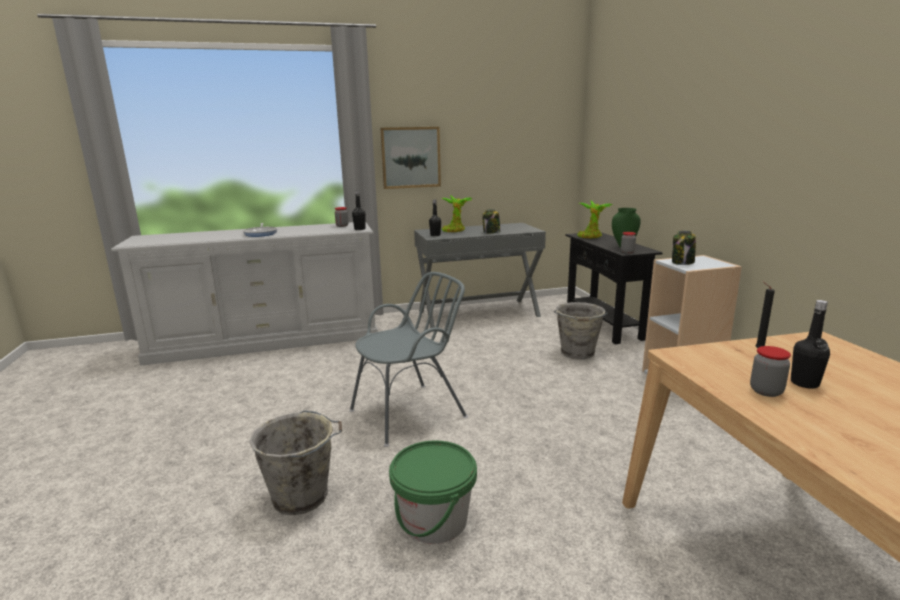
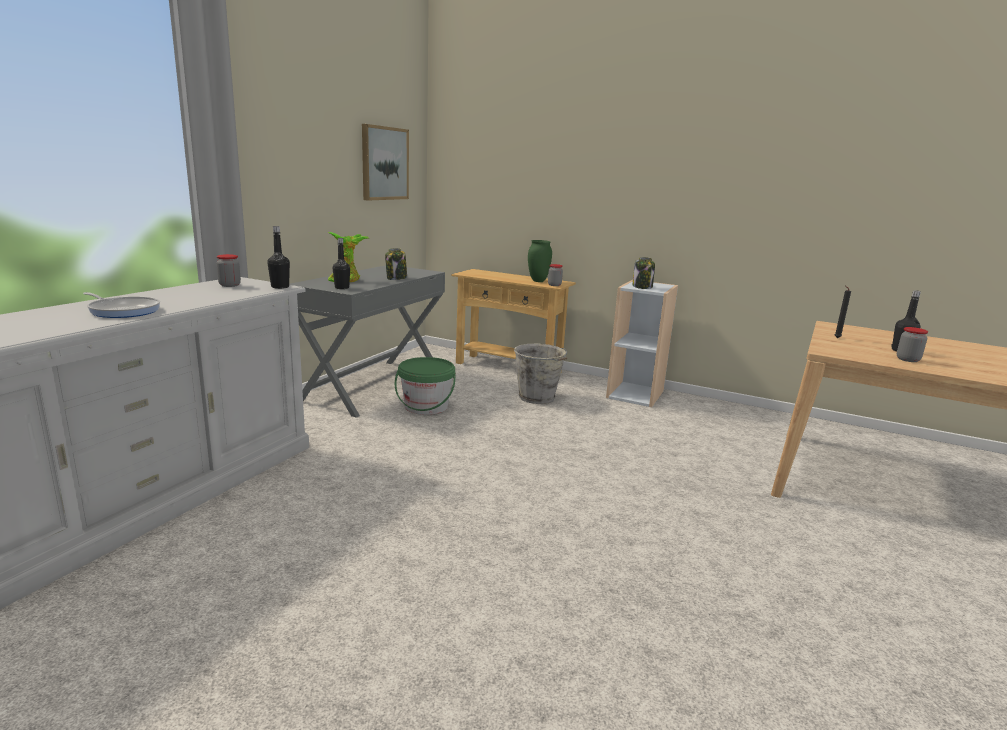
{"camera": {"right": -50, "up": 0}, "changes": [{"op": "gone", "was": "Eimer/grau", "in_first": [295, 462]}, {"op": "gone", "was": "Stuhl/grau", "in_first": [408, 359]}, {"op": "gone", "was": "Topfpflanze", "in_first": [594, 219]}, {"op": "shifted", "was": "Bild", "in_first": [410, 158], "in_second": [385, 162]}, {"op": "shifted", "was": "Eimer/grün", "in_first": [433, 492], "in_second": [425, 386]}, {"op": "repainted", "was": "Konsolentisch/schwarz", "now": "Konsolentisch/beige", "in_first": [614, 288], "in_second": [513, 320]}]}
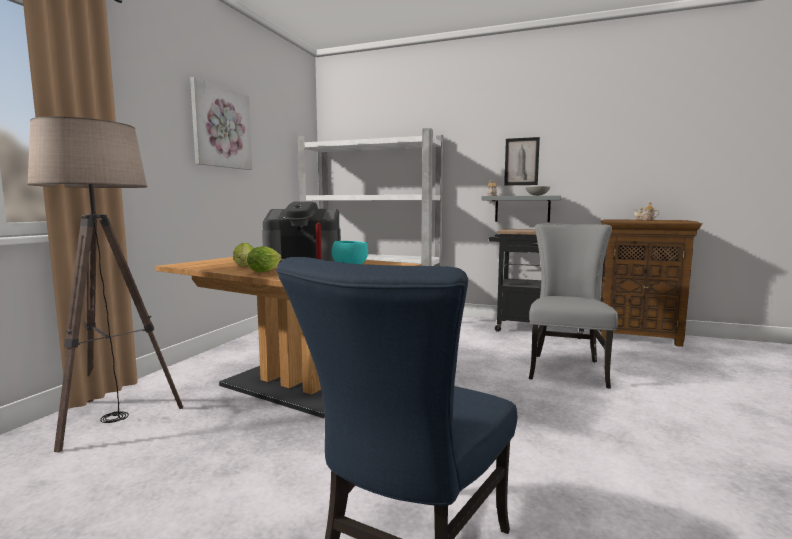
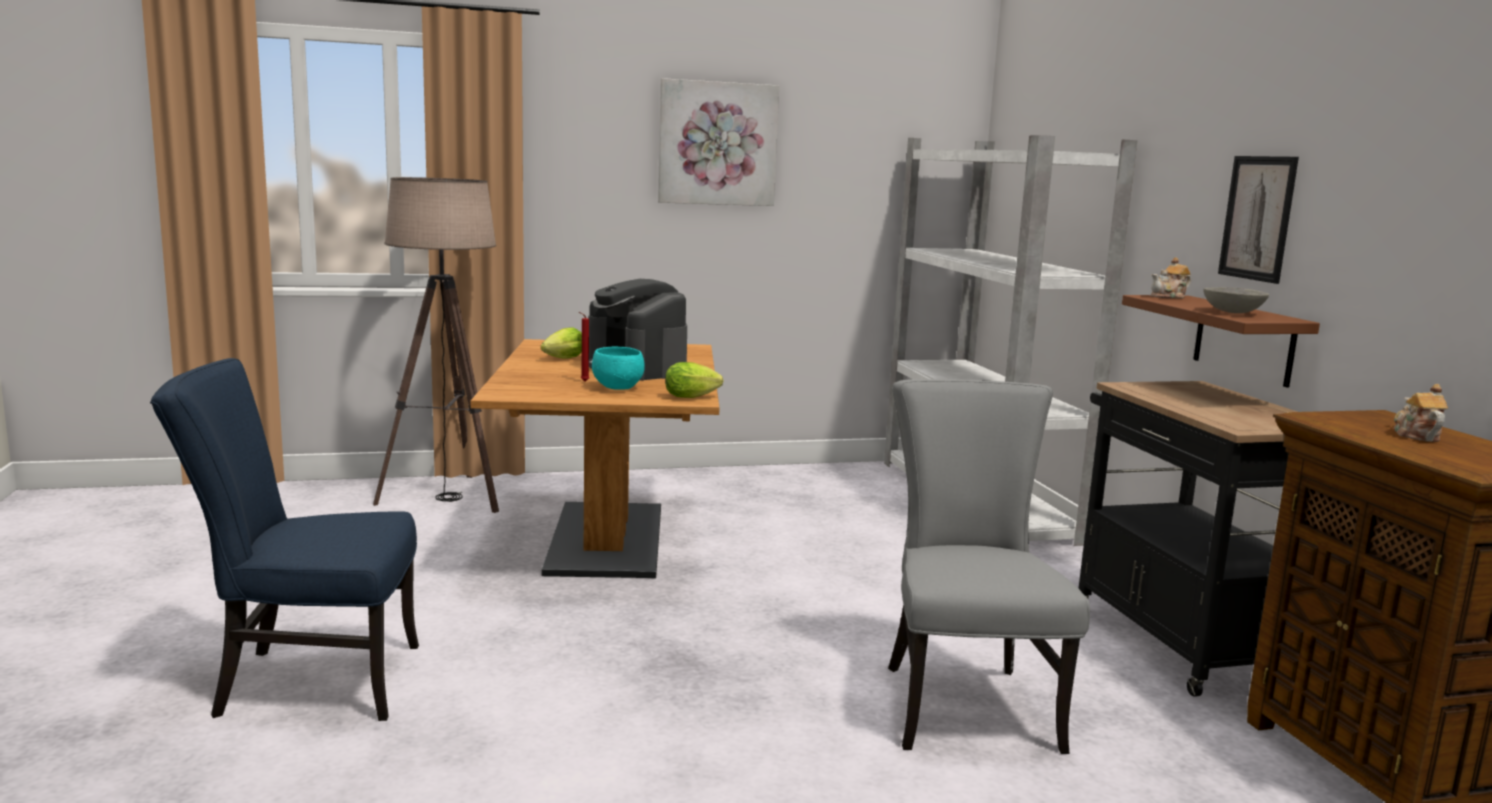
{"camera": {"right": 55, "up": 5}, "changes": [{"op": "shifted", "was": "Salatkopf", "in_first": [264, 259], "in_second": [694, 380]}, {"op": "repainted", "was": "Wandregal/grau", "now": "Wandregal/braun", "in_first": [521, 209], "in_second": [1221, 341]}, {"op": "rotated", "was": "Stuhl/grau", "in_first": [573, 306], "in_second": [989, 566], "clockwise": -75}]}
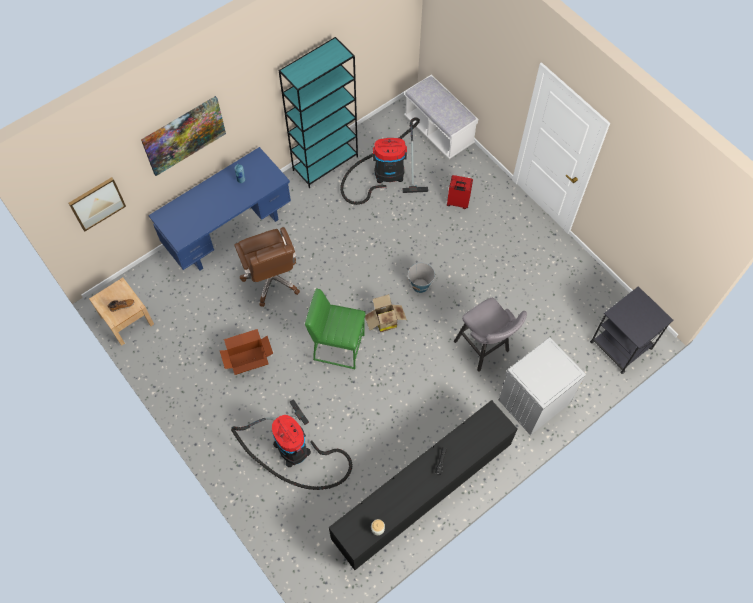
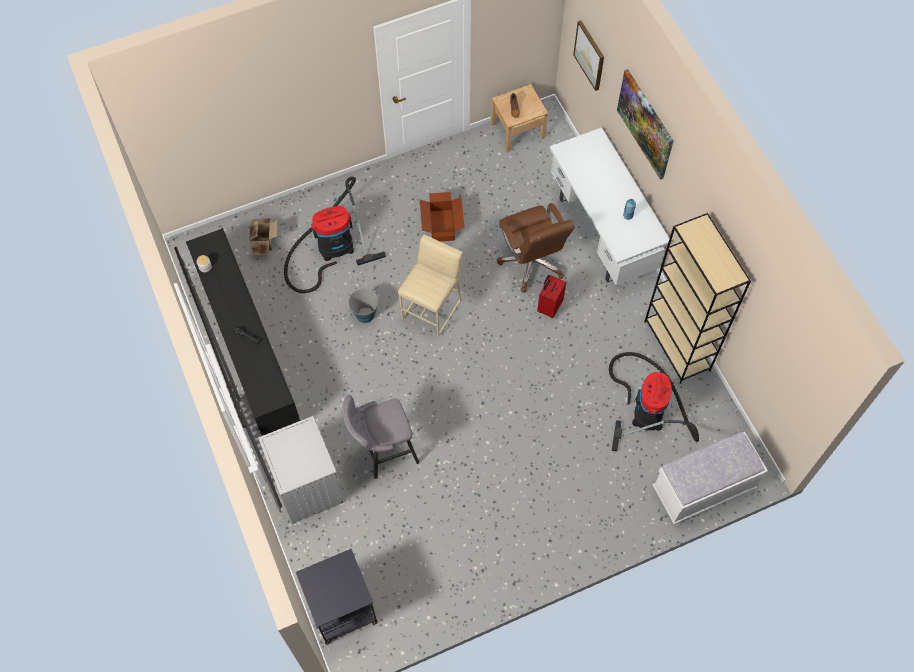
{"camera": {"right": 105, "up": 0}, "changes": [{"op": "shifted", "was": "Karton", "in_first": [386, 313], "in_second": [264, 236]}, {"op": "shifted", "was": "Eimer", "in_first": [421, 278], "in_second": [363, 306]}, {"op": "shifted", "was": "Koffer/rot", "in_first": [460, 192], "in_second": [551, 296]}, {"op": "repainted", "was": "Schreibtisch/blau", "now": "Schreibtisch/weiß", "in_first": [219, 209], "in_second": [610, 206]}, {"op": "repainted", "was": "Bücherregal/türkis", "now": "Bücherregal/beige", "in_first": [318, 112], "in_second": [697, 298]}, {"op": "repainted", "was": "Hocker/grün", "now": "Hocker/beige", "in_first": [335, 328], "in_second": [430, 286]}, {"op": "rotated", "was": "Bürostuhl/braun", "in_first": [267, 267], "in_second": [536, 247], "clockwise": -105}]}
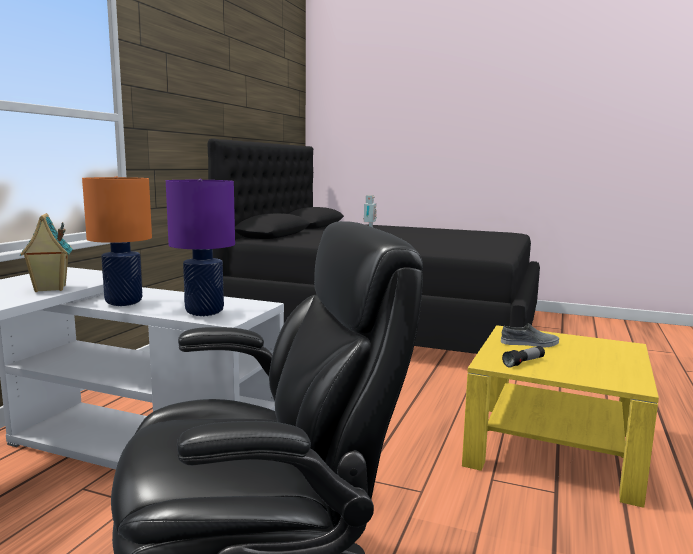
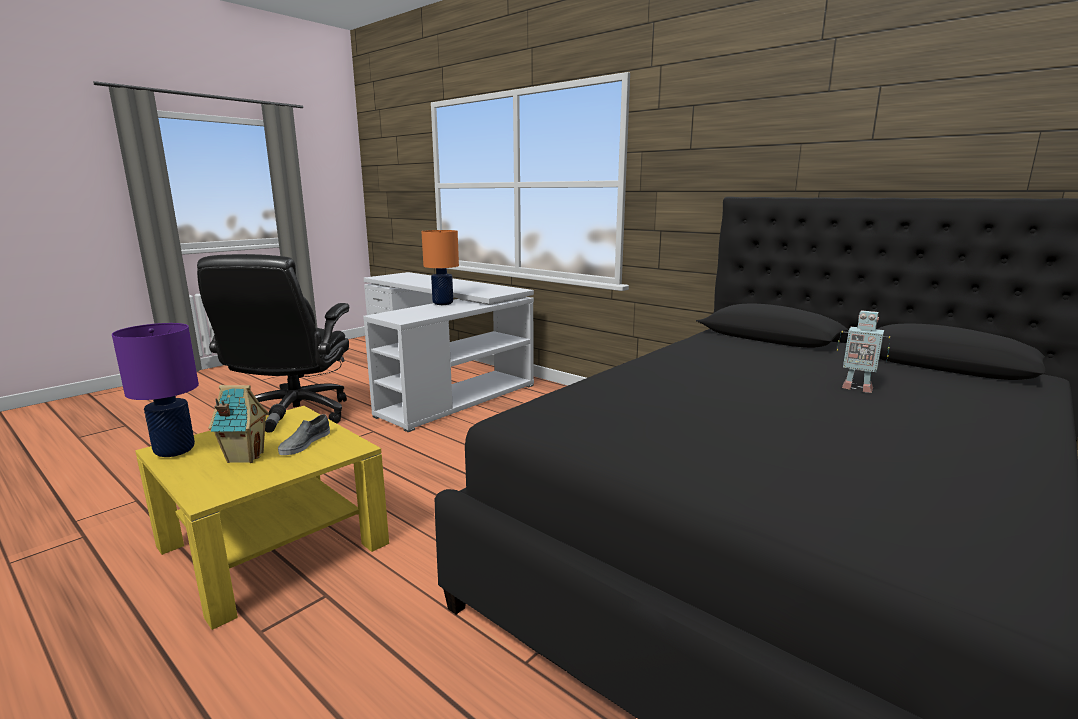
{"camera": {"right": 110, "up": 5}, "changes": [{"op": "shifted", "was": "Spielzeughaus", "in_first": [46, 252], "in_second": [239, 424]}, {"op": "shifted", "was": "Tischlampe/lila", "in_first": [200, 247], "in_second": [155, 390]}]}
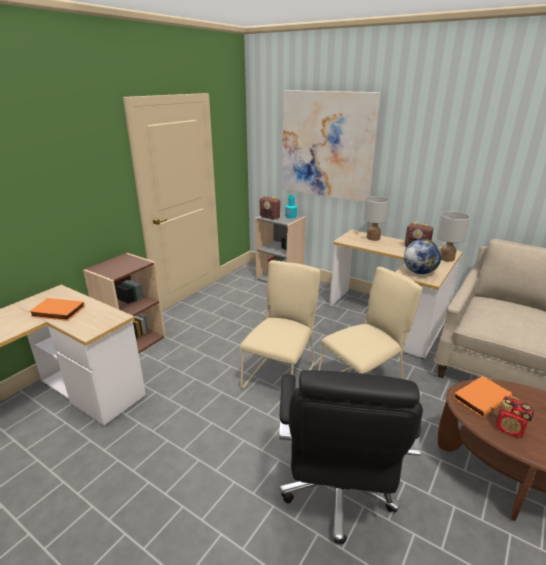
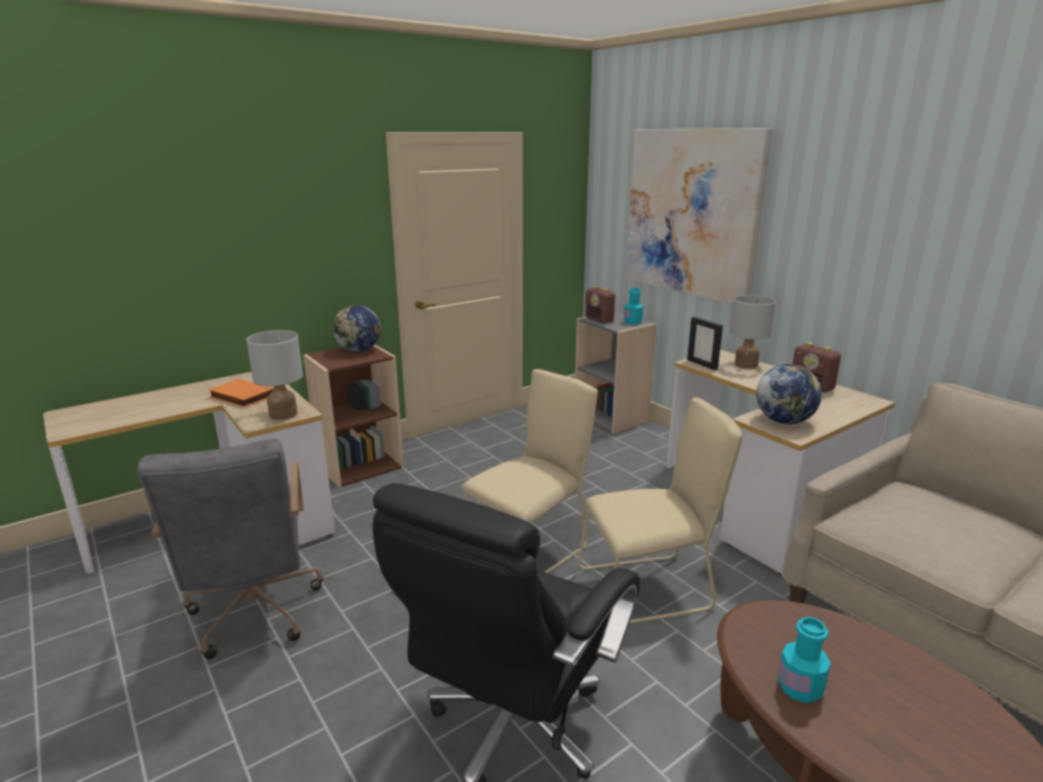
{"camera": {"right": 20, "up": -5}, "changes": [{"op": "gone", "was": "Buch/orange", "in_first": [482, 397]}, {"op": "new", "now": "Bürostuhl/grau", "in_second": [231, 549]}, {"op": "new", "now": "Globus", "in_second": [356, 328]}, {"op": "new", "now": "Bilderrahmen", "in_second": [705, 343]}, {"op": "shifted", "was": "Tischlampe/grau", "in_first": [453, 236], "in_second": [274, 375]}, {"op": "swapped", "was": "Radio", "now": "Flasche/türkis", "in_first": [514, 417], "in_second": [804, 660]}]}
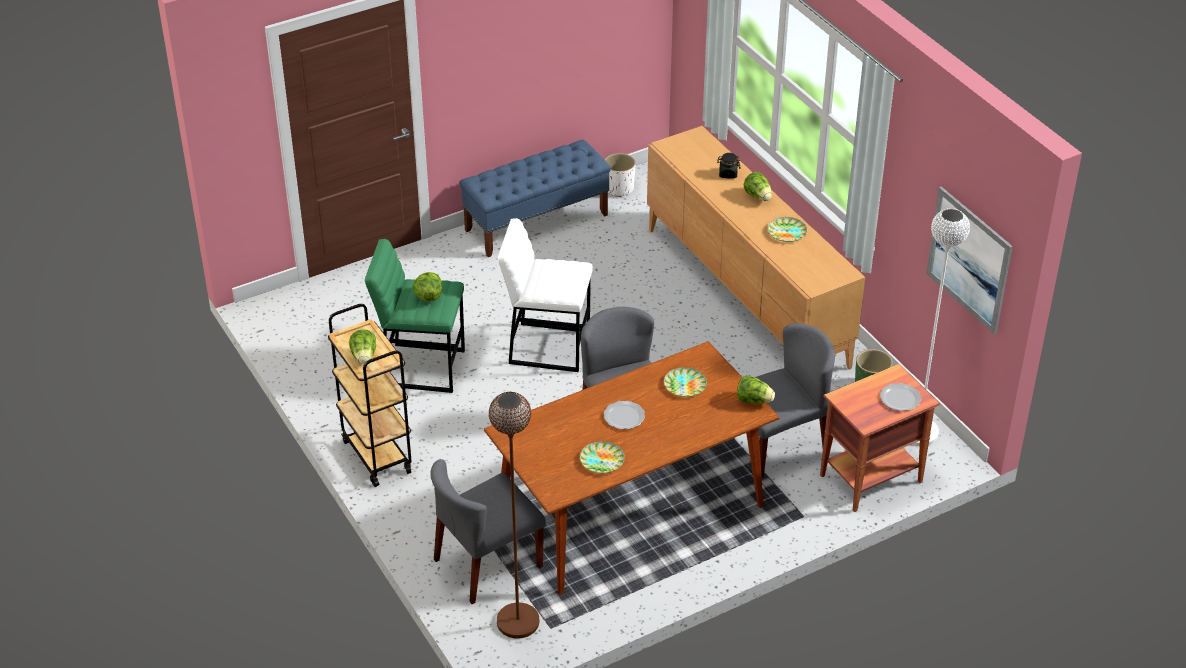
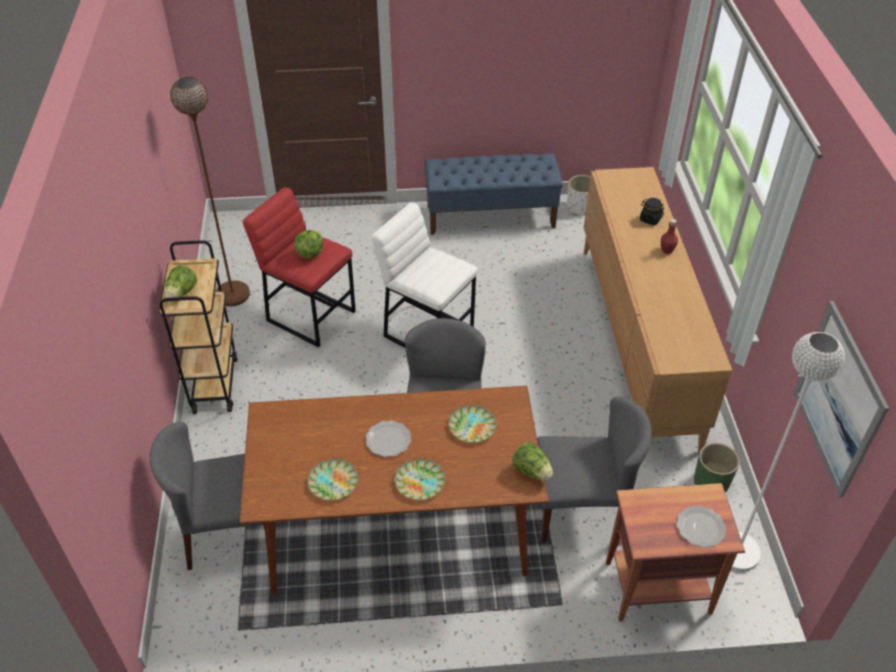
{"camera": {"right": 25, "up": 5}, "changes": [{"op": "shifted", "was": "Stehlampe/braun", "in_first": [514, 515], "in_second": [210, 192]}, {"op": "shifted", "was": "Teller", "in_first": [787, 229], "in_second": [420, 479]}, {"op": "swapped", "was": "Salatkopf", "now": "Flasche/rot", "in_first": [758, 186], "in_second": [669, 236]}, {"op": "repainted", "was": "Hocker/grün", "now": "Hocker/rot", "in_first": [415, 316], "in_second": [299, 267]}]}
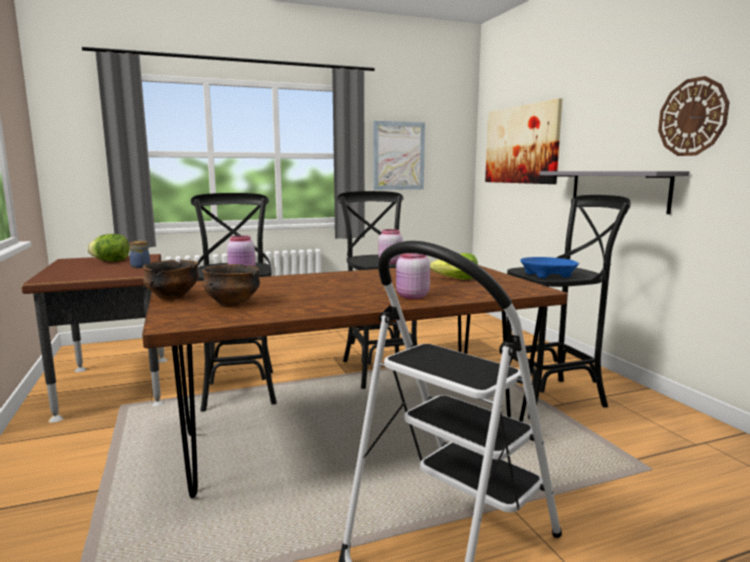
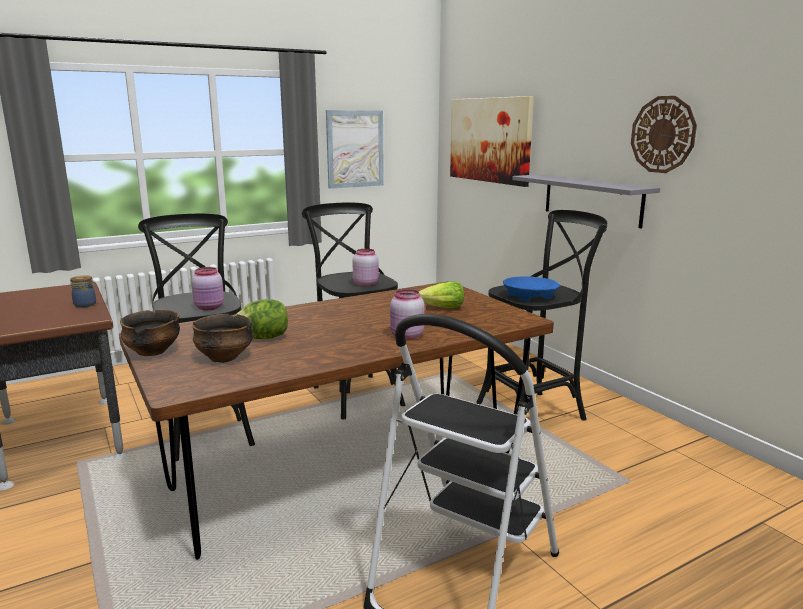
{"camera": {"right": -10, "up": 5}, "changes": [{"op": "shifted", "was": "Salatkopf", "in_first": [108, 248], "in_second": [261, 319]}]}
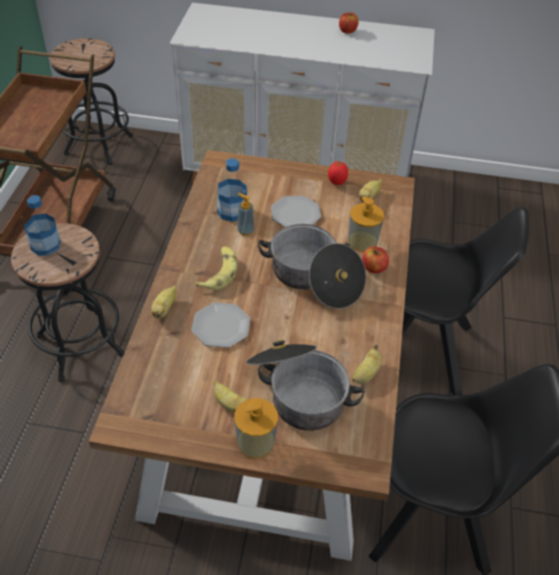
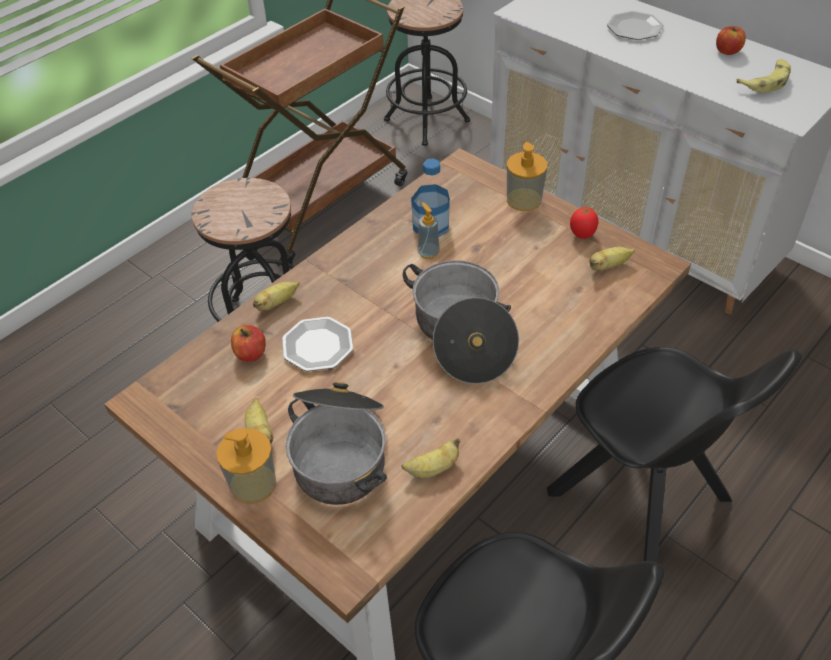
{"camera": {"right": 35, "up": 0}, "changes": [{"op": "gone", "was": "Flasche", "in_first": [42, 225]}, {"op": "shifted", "was": "Banane", "in_first": [216, 268], "in_second": [764, 76]}, {"op": "shifted", "was": "Teller", "in_first": [296, 211], "in_second": [635, 25]}, {"op": "shifted", "was": "Seifenspender", "in_first": [366, 224], "in_second": [527, 176]}, {"op": "shifted", "was": "Apfel", "in_first": [375, 259], "in_second": [248, 343]}]}
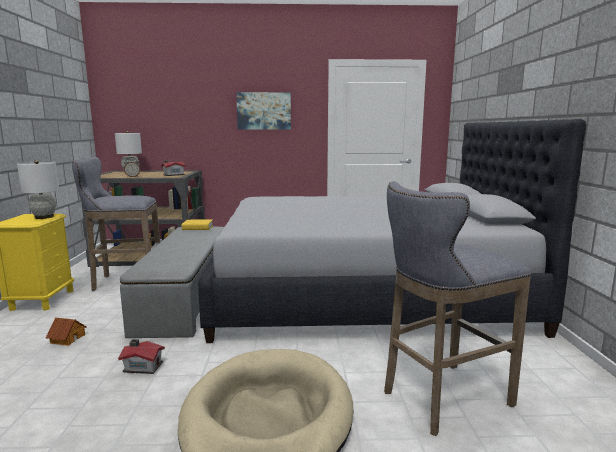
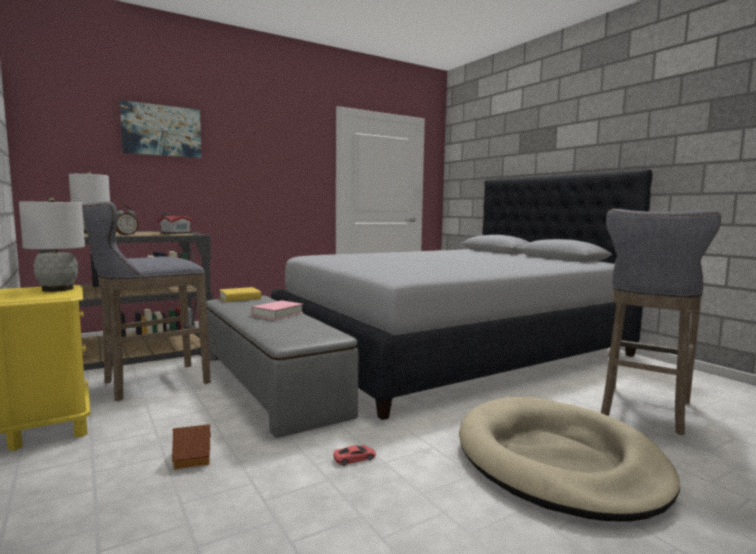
{"camera": {"right": -30, "up": -5}, "changes": [{"op": "new", "now": "Buch/rosa", "in_second": [277, 310]}, {"op": "shifted", "was": "Bild", "in_first": [263, 110], "in_second": [161, 129]}, {"op": "swapped", "was": "Spielzeughaus", "now": "Spielzeugauto/rot", "in_first": [141, 356], "in_second": [354, 455]}]}
